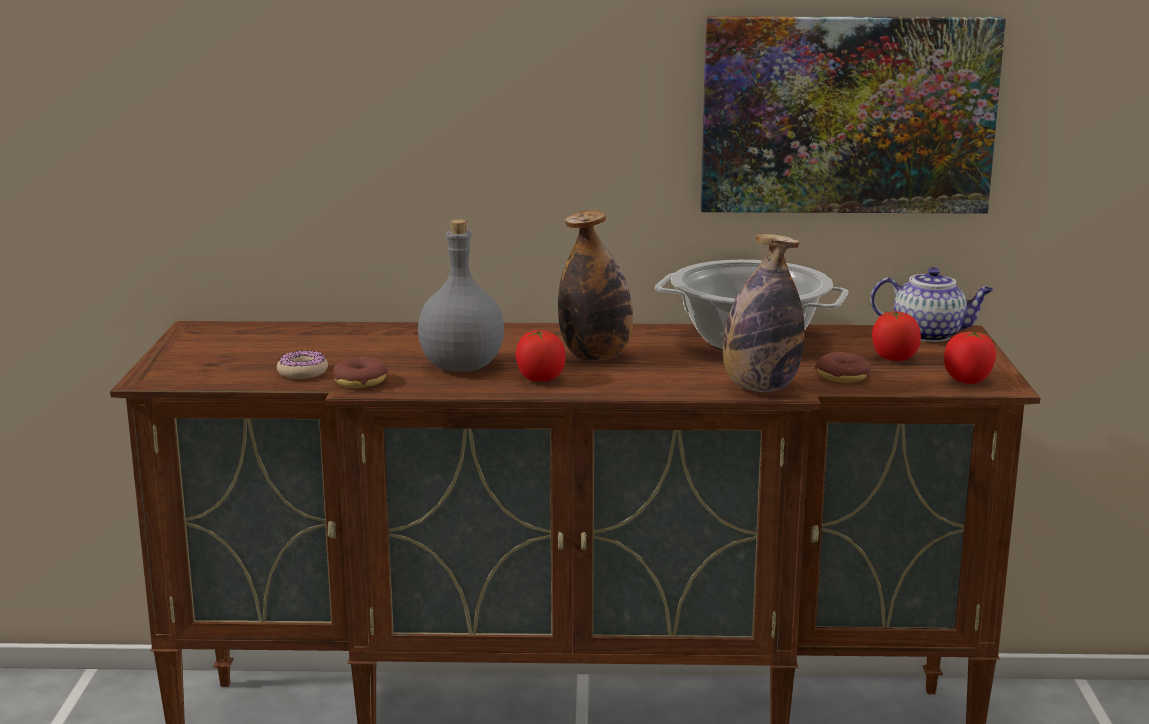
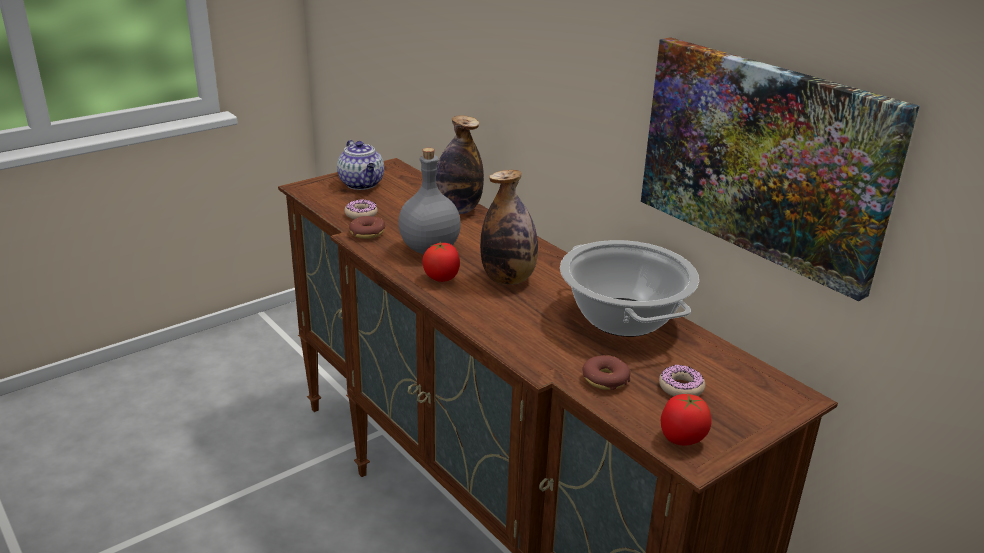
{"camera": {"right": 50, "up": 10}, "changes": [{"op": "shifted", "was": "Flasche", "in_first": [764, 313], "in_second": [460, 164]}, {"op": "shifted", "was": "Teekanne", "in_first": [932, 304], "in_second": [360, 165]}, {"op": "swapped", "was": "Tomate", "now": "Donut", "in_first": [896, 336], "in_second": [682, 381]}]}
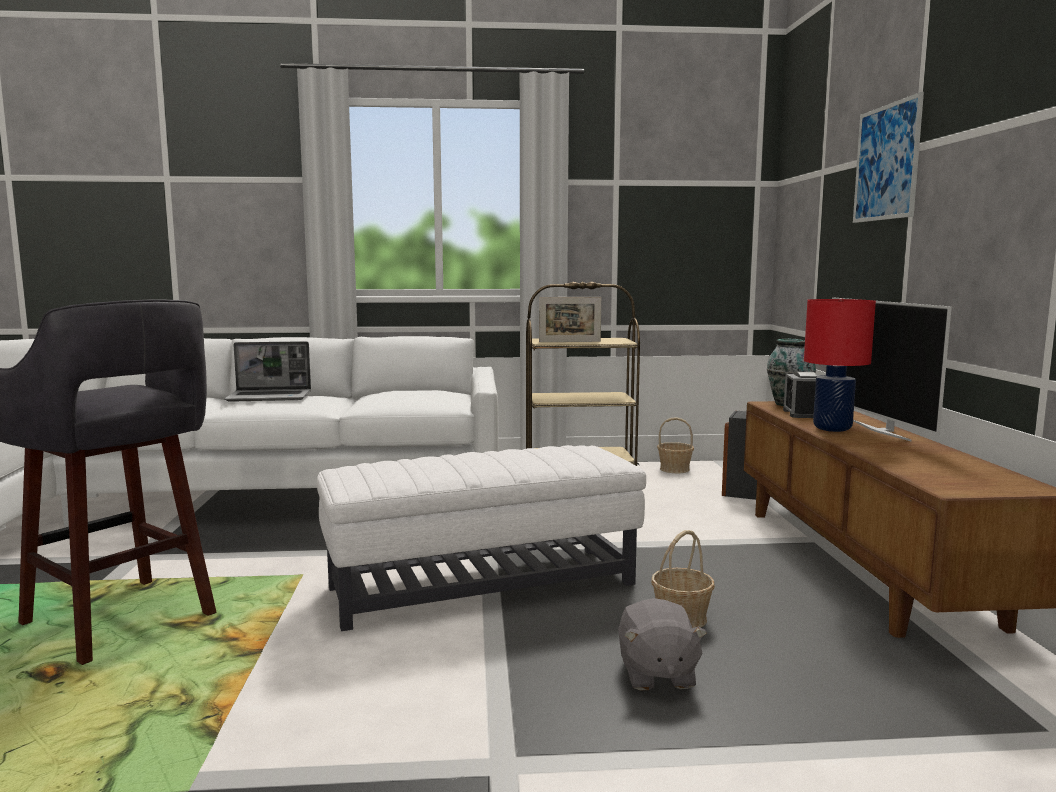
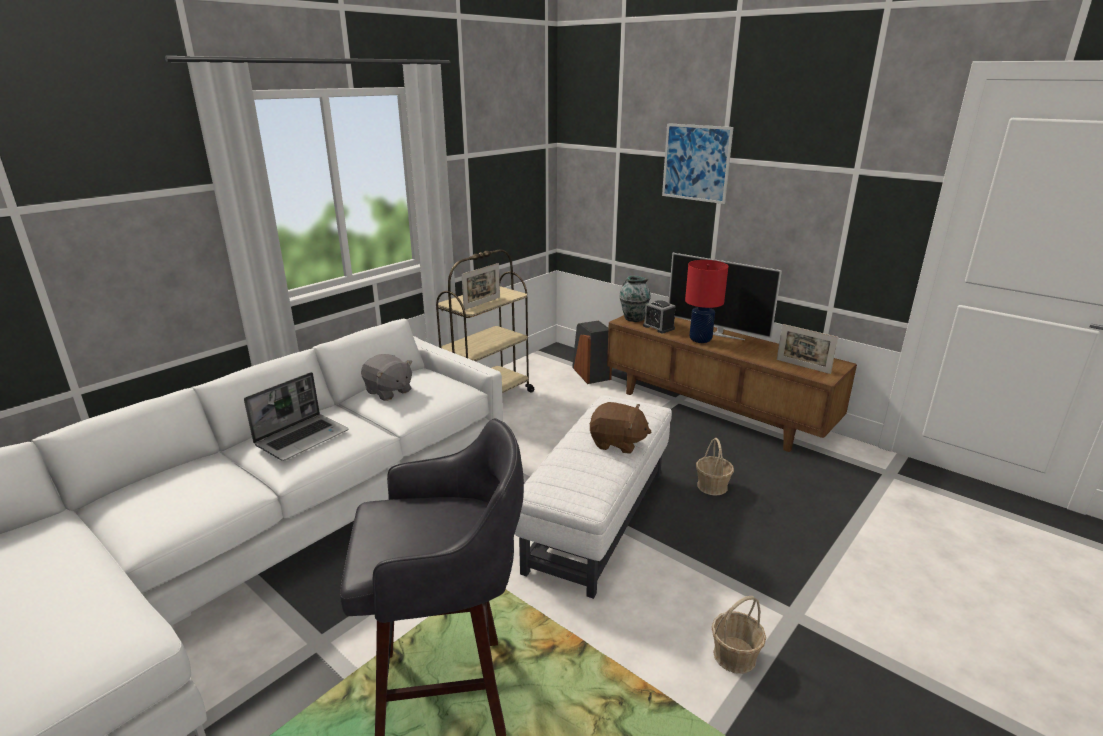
{"camera": {"right": -45, "up": 15}, "changes": [{"op": "new", "now": "Plüschtier/braun", "in_second": [621, 428]}, {"op": "new", "now": "Bilderrahmen", "in_second": [807, 349]}, {"op": "shifted", "was": "Plüschtier/grau", "in_first": [662, 644], "in_second": [386, 377]}, {"op": "shifted", "was": "Korb", "in_first": [675, 445], "in_second": [738, 635]}]}
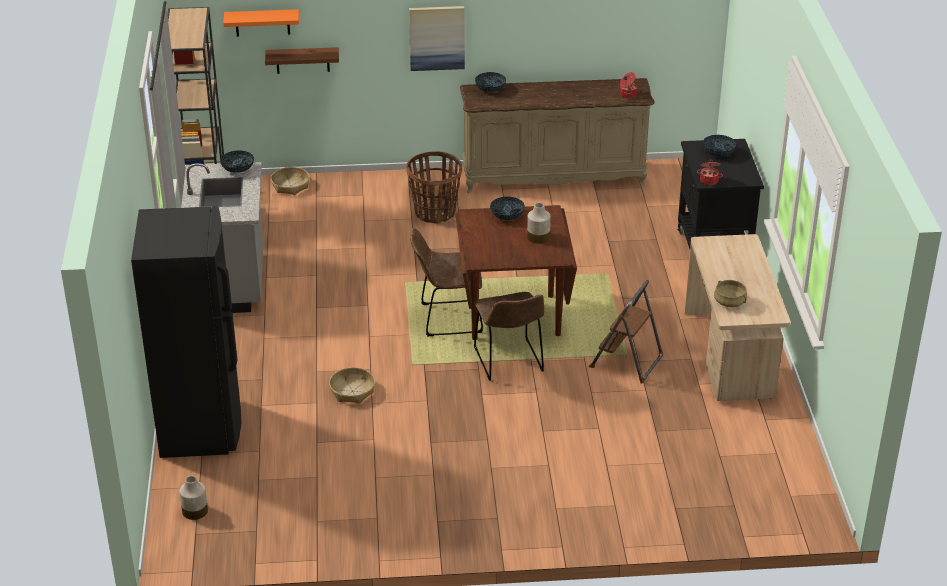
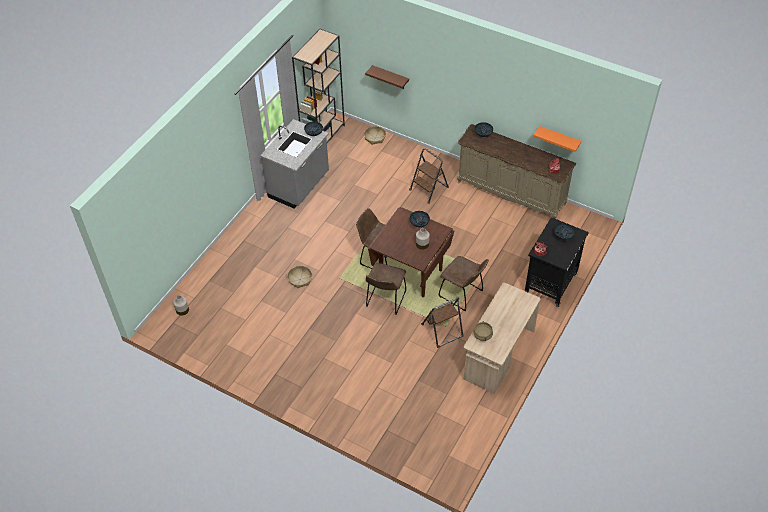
{"camera": {"right": 35, "up": 15}, "changes": [{"op": "gone", "was": "Kühlschrank/schwarz", "in_first": [186, 332]}, {"op": "gone", "was": "Bild", "in_first": [437, 38]}, {"op": "new", "now": "Stuhl/braun", "in_second": [464, 283]}, {"op": "shifted", "was": "Wandregal/orange", "in_first": [261, 22], "in_second": [557, 139]}, {"op": "swapped", "was": "Korb", "now": "Trittleiter/braun", "in_first": [434, 187], "in_second": [429, 176]}]}
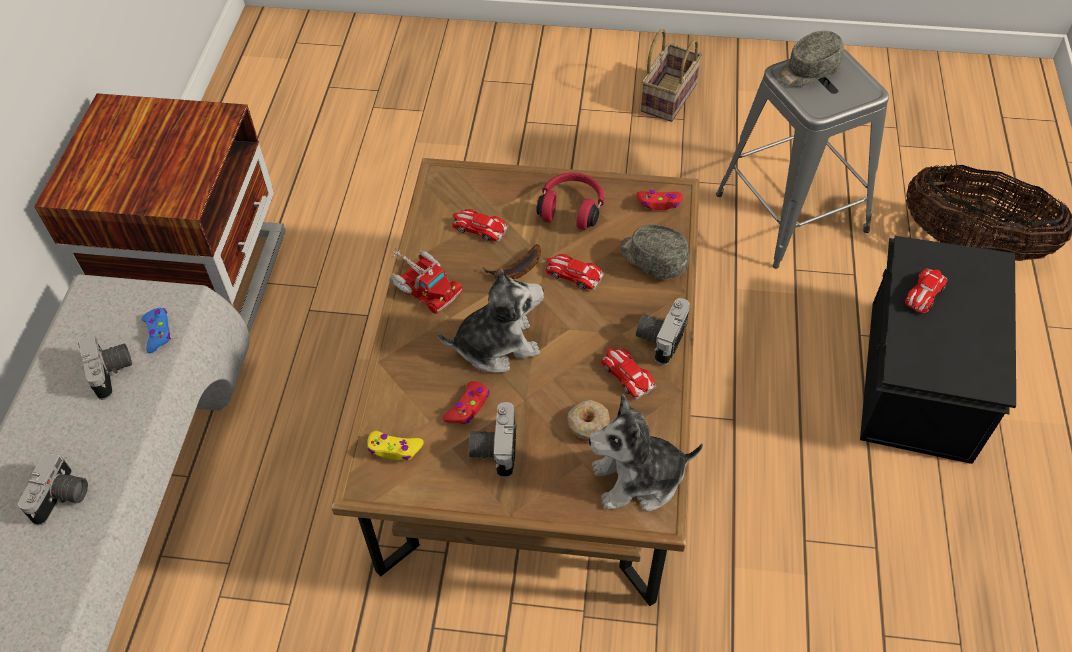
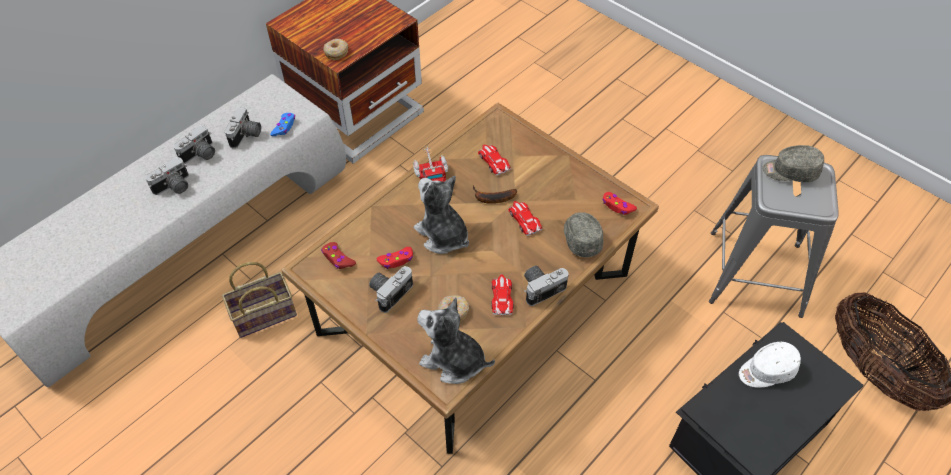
{"camera": {"right": 35, "up": 0}, "changes": [{"op": "gone", "was": "Kopfhörer/rot", "in_first": [570, 201]}, {"op": "new", "now": "Kamera", "in_second": [194, 144]}, {"op": "new", "now": "Donut", "in_second": [335, 49]}, {"op": "shifted", "was": "Korb", "in_first": [671, 75], "in_second": [259, 300]}, {"op": "swapped", "was": "Spielzeugauto", "now": "Kappe/weiß", "in_first": [926, 291], "in_second": [770, 365]}, {"op": "repainted", "was": "Gamepad/gelb", "now": "Gamepad/rot", "in_first": [395, 445], "in_second": [338, 255]}, {"op": "rotated", "was": "Plüschtier", "in_first": [491, 320], "in_second": [441, 215], "clockwise": -150}]}
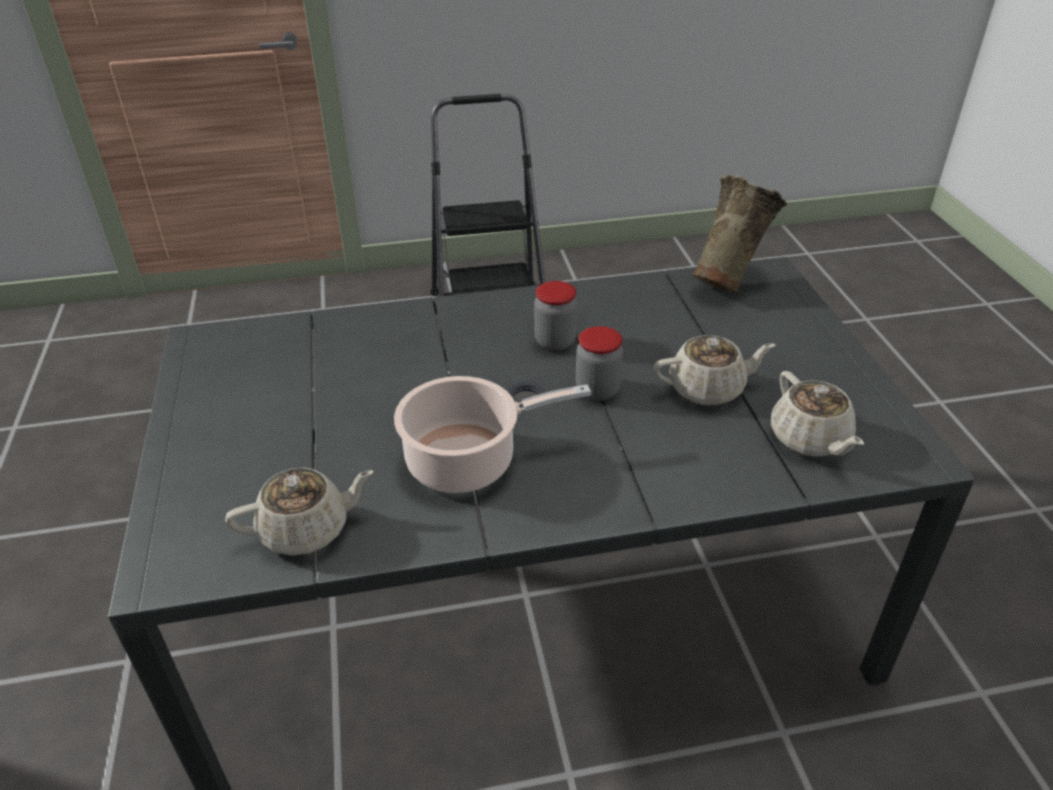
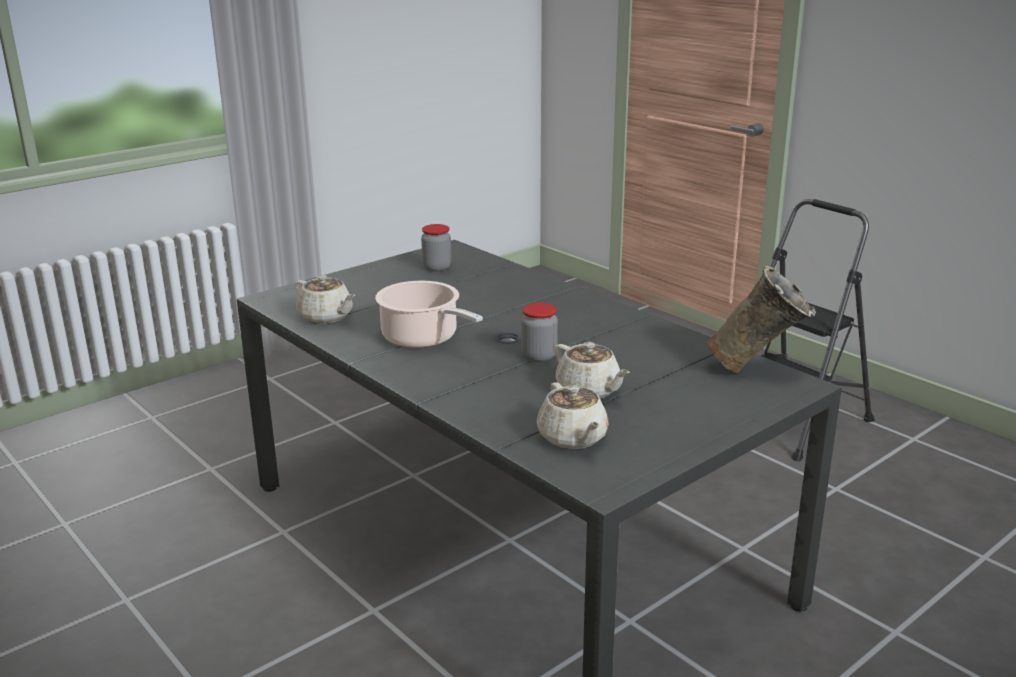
{"camera": {"right": 60, "up": -15}, "changes": [{"op": "shifted", "was": "Vorratsglas", "in_first": [555, 316], "in_second": [436, 248]}, {"op": "rotated", "was": "Teekanne/beige", "in_first": [817, 414], "in_second": [573, 415], "clockwise": -60}]}
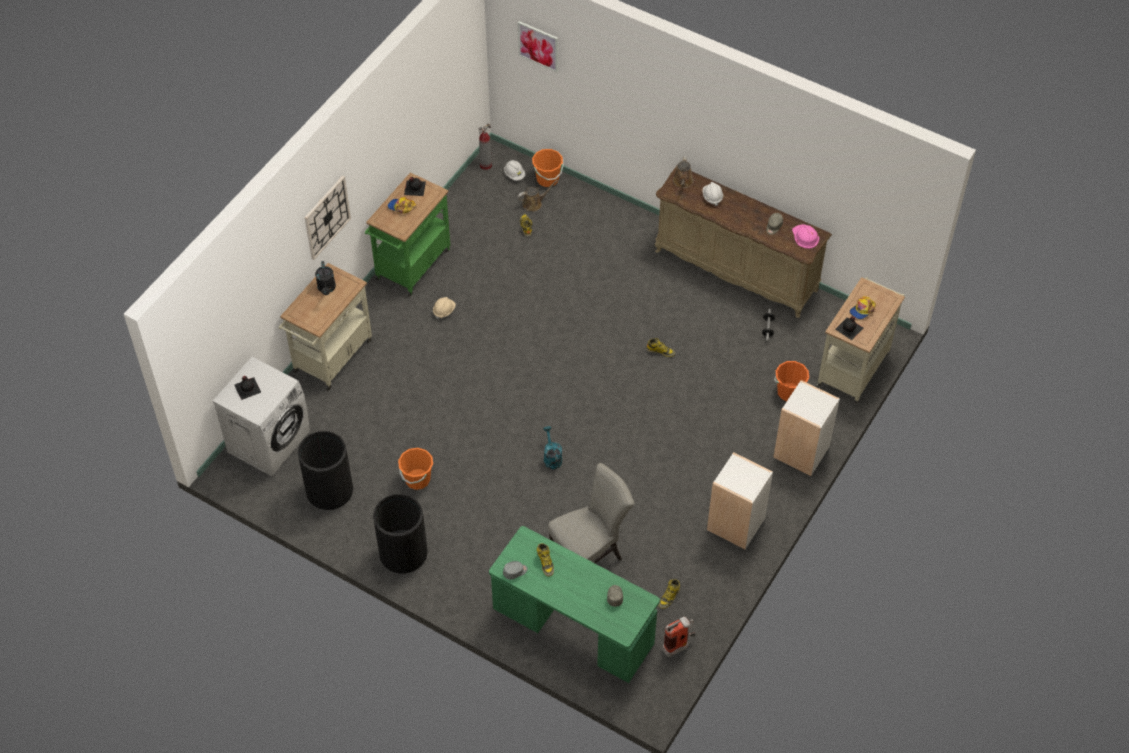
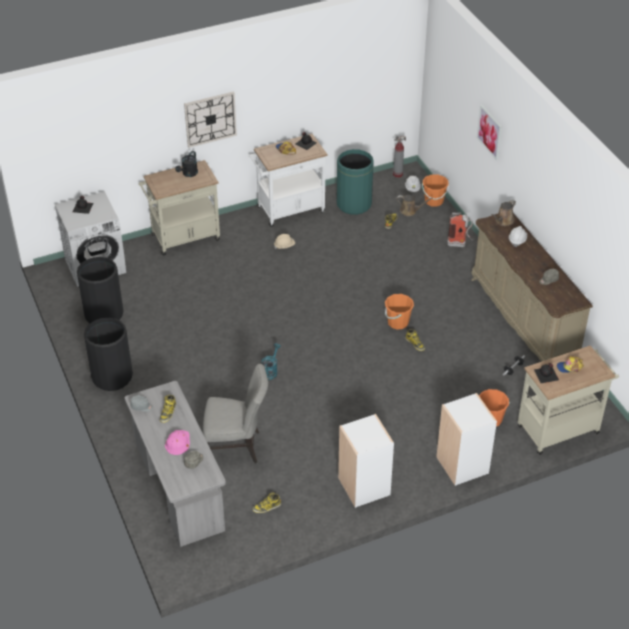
{"camera": {"right": 35, "up": -10}, "changes": [{"op": "new", "now": "Mülleimer/grün", "in_second": [355, 182]}, {"op": "shifted", "was": "Eimer/orange", "in_first": [415, 469], "in_second": [399, 311]}, {"op": "shifted", "was": "Bild", "in_first": [538, 46], "in_second": [489, 132]}, {"op": "shifted", "was": "Feuerlöscher", "in_first": [679, 637], "in_second": [460, 229]}, {"op": "shifted", "was": "Schutzhelm/rosa", "in_first": [805, 236], "in_second": [177, 442]}, {"op": "repainted", "was": "Rollwagen/grün", "now": "Rollwagen/weiß", "in_first": [407, 234], "in_second": [288, 180]}, {"op": "repainted", "was": "Schreibtisch/grün", "now": "Schreibtisch/grau", "in_first": [574, 604], "in_second": [175, 464]}]}
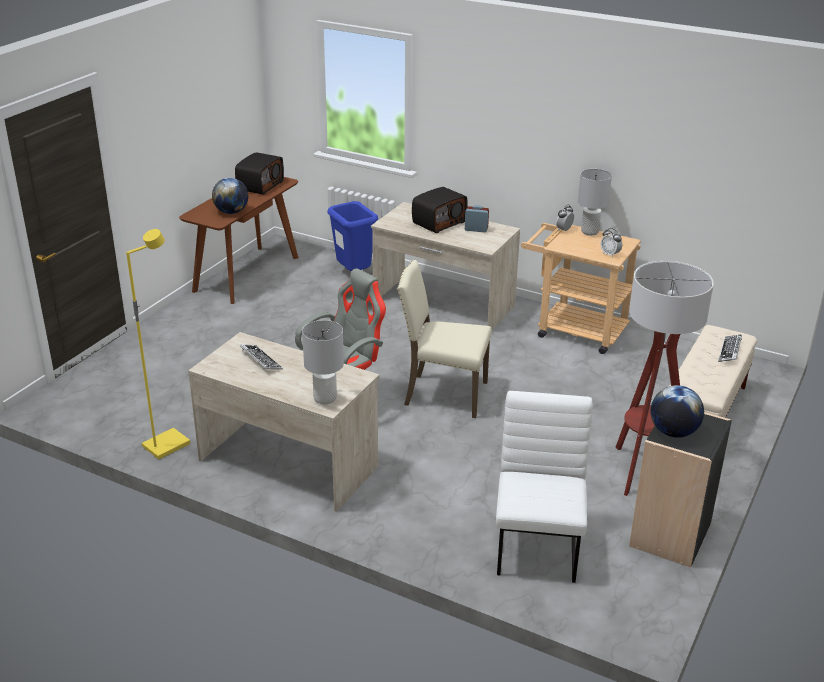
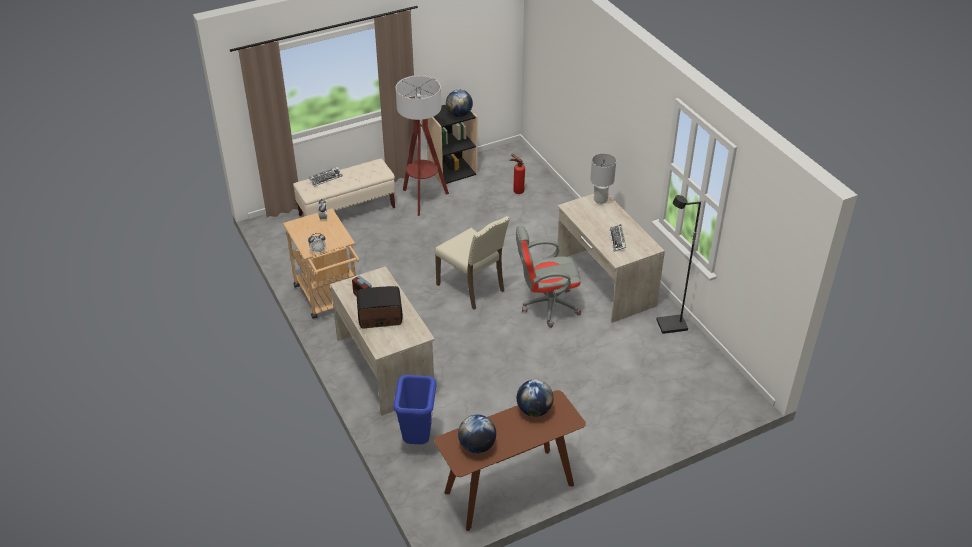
{"camera": {"right": -145, "up": 10}, "changes": [{"op": "gone", "was": "Tischlampe/grau", "in_first": [595, 202]}, {"op": "swapped", "was": "Radio", "now": "Globus", "in_first": [259, 173], "in_second": [477, 434]}, {"op": "swapped", "was": "Stuhl/weiß", "now": "Feuerlöscher", "in_first": [544, 487], "in_second": [517, 174]}, {"op": "repainted", "was": "Stehlampe/gelb", "now": "Stehlampe/schwarz", "in_first": [158, 344], "in_second": [678, 264]}]}
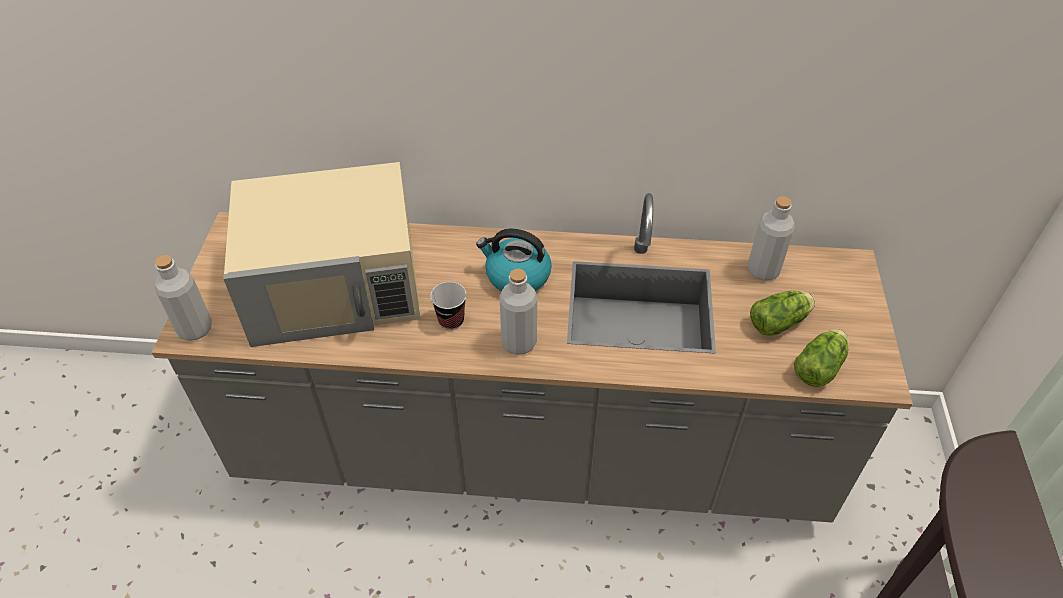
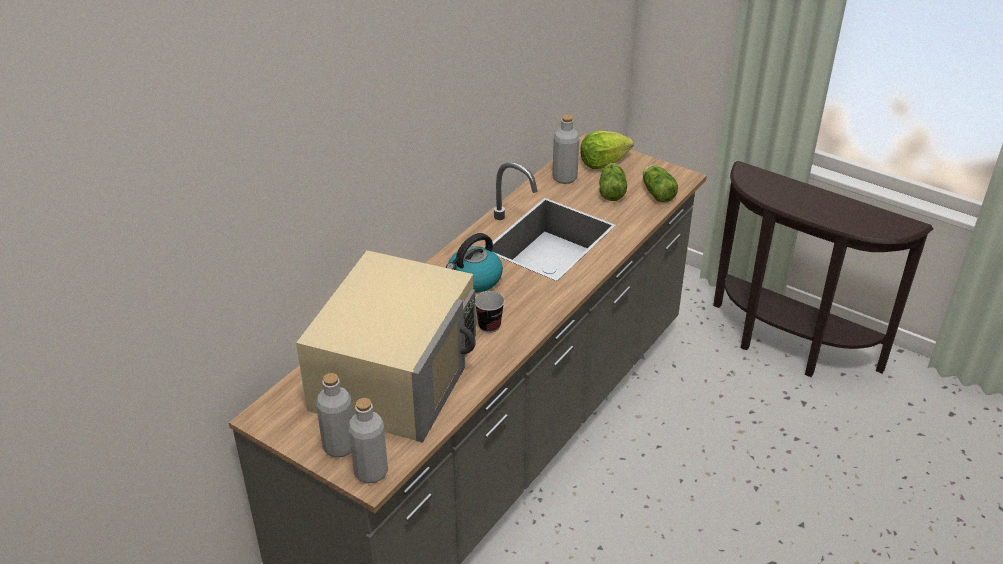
{"camera": {"right": -60, "up": -10}, "changes": [{"op": "new", "now": "Salatkopf", "in_second": [606, 150]}, {"op": "shifted", "was": "Flasche/grau", "in_first": [518, 312], "in_second": [334, 415]}]}
